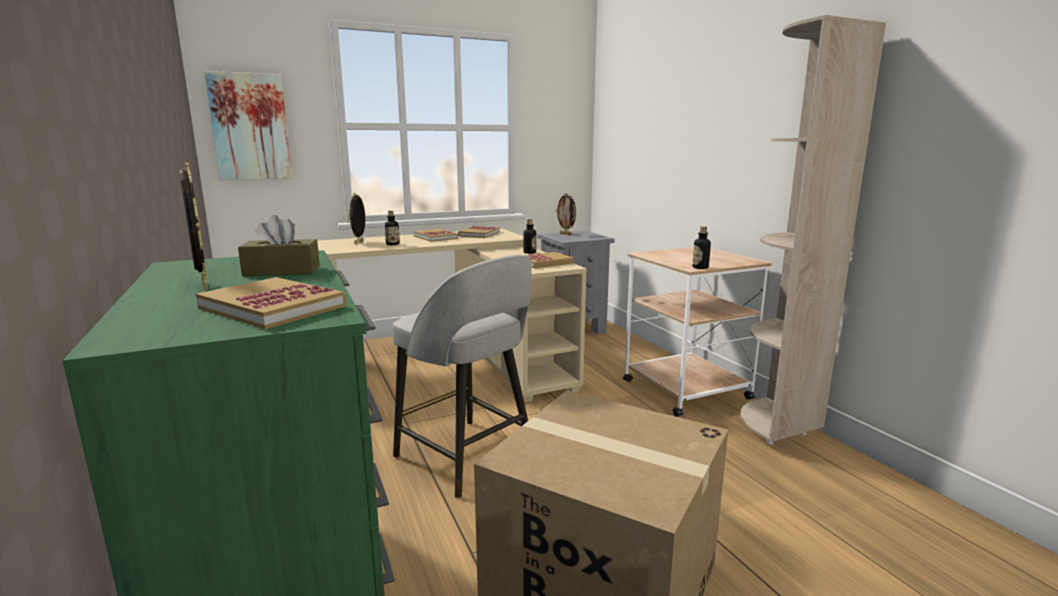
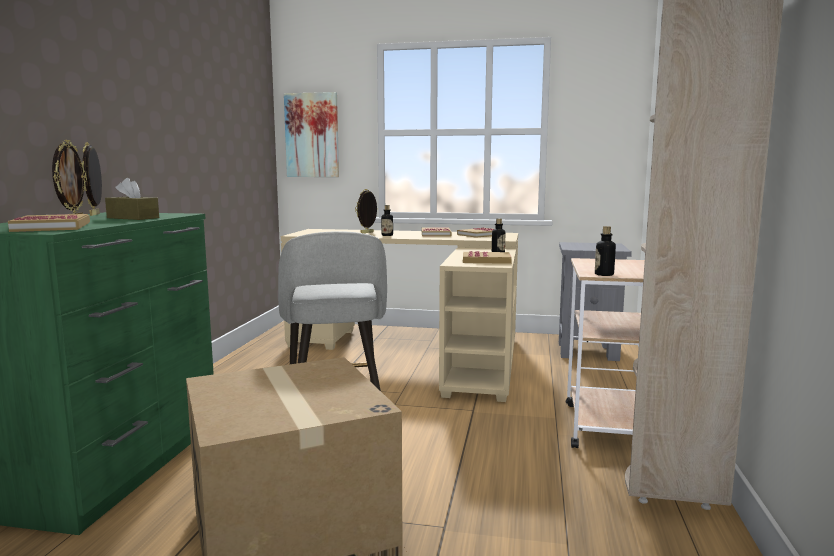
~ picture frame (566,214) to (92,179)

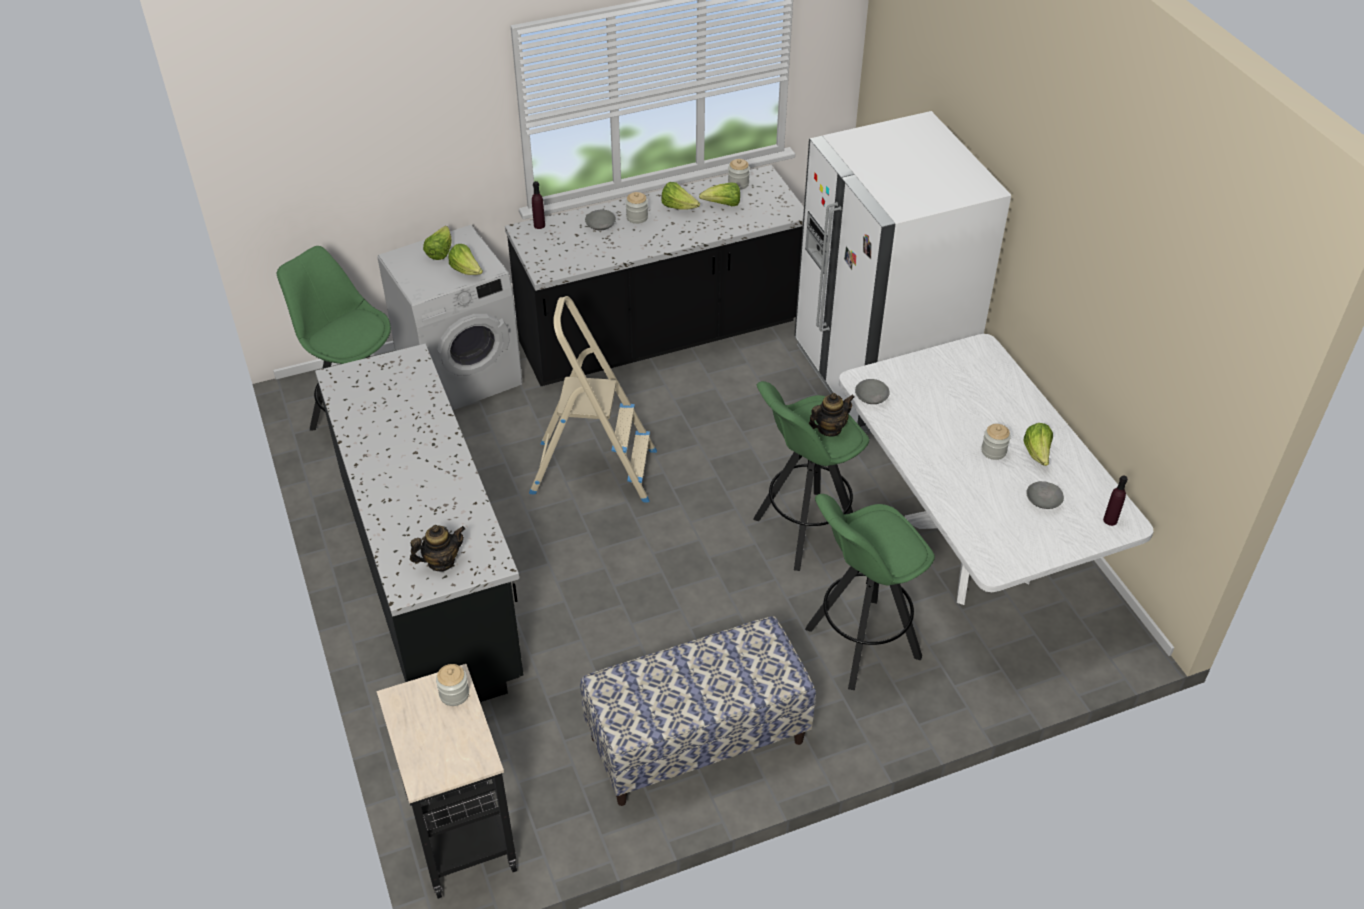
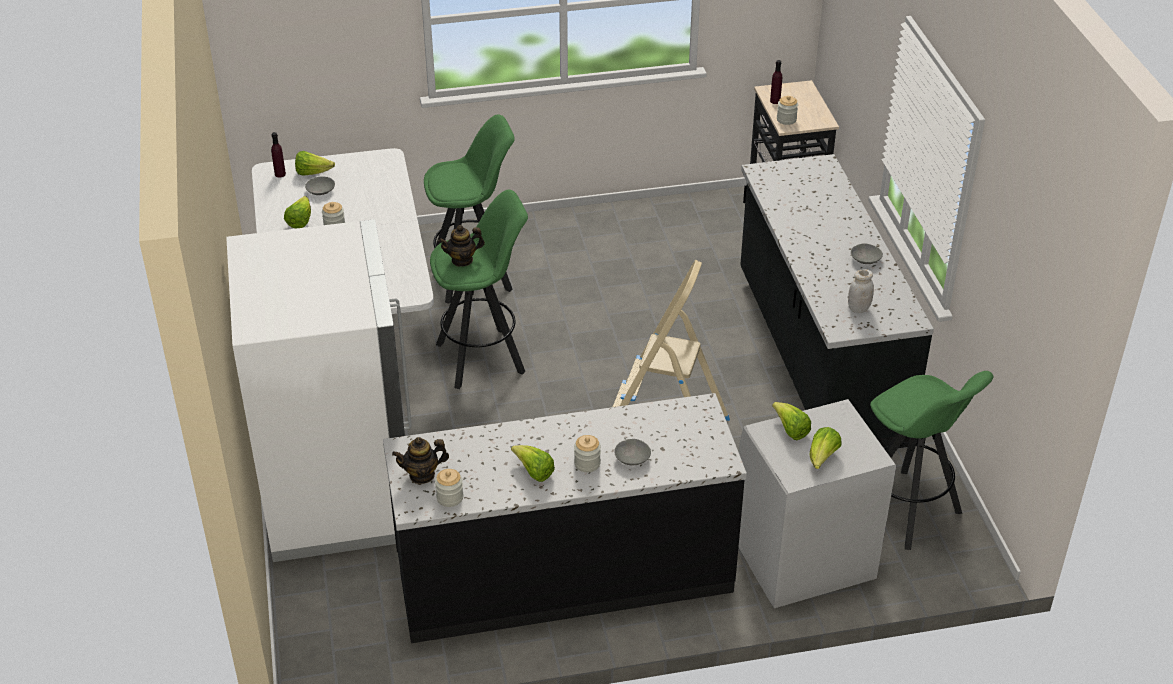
- bench (698,711)
+ white jar (861,291)
~ teapot (437,548) to (420,460)
~ purple bottle (538,205) to (776,82)
~ lettuce (719,194) to (315,163)
~ grey bowl (872,391) to (867,253)

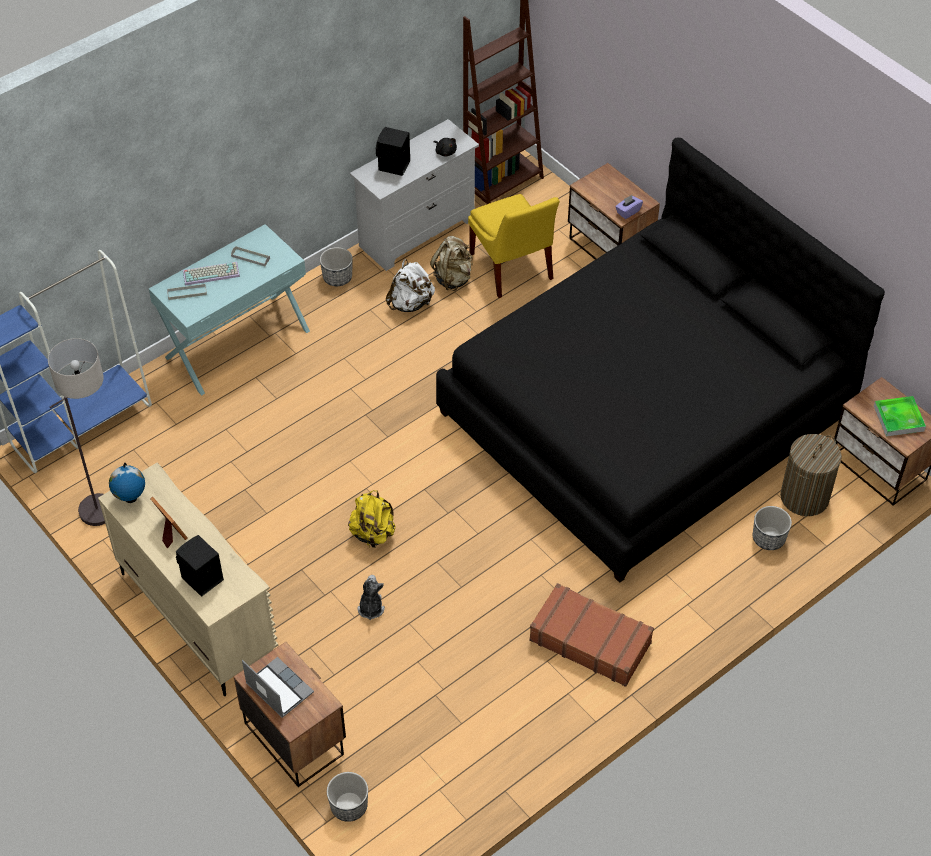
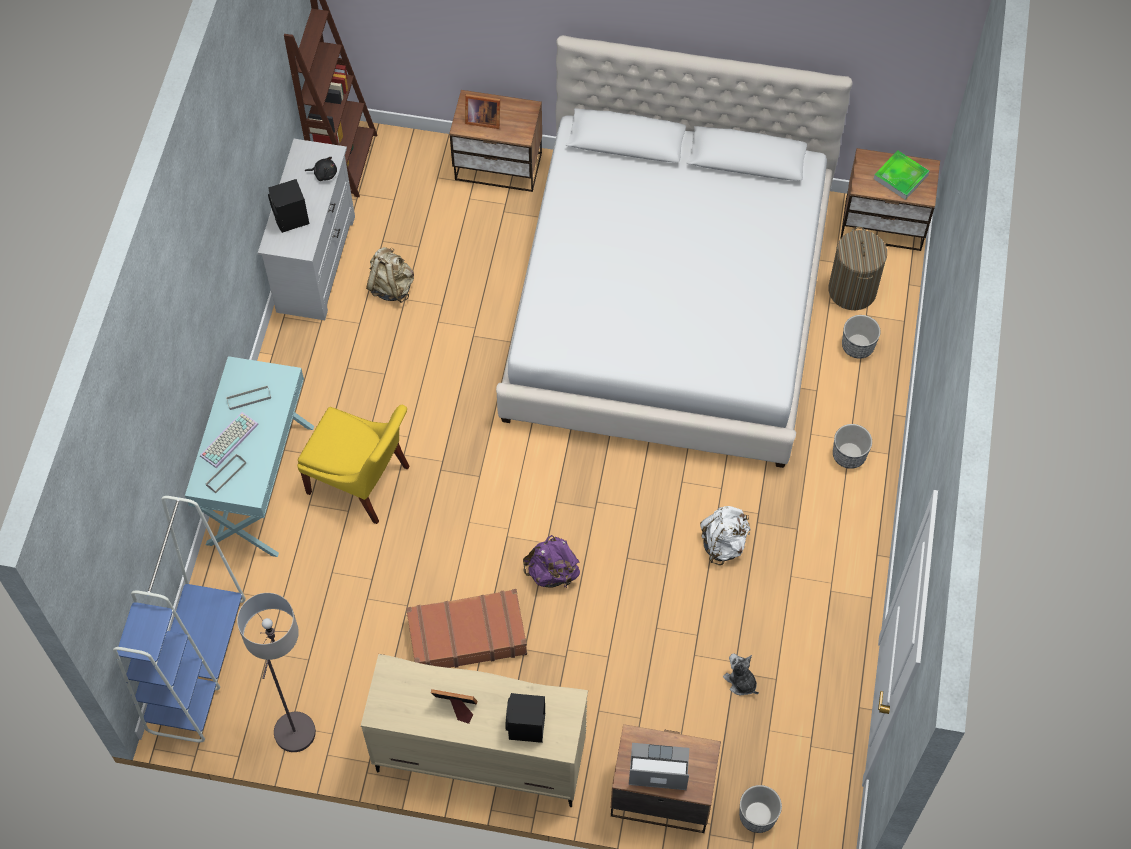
- globe (127,483)
- purple tissue box (629,207)
+ picture frame (482,111)
~ planter (336,266) to (852,446)
~ plush toy (371,597) to (741,674)
~ white backpack (410,285) to (725,535)
~ yellow chair (514,246) to (353,464)
~ brown suitcase (591,635) to (466,628)
~ yellow backpack (372,519) to purple backpack (551,561)
~ black bed (660,360) to white bed (674,251)

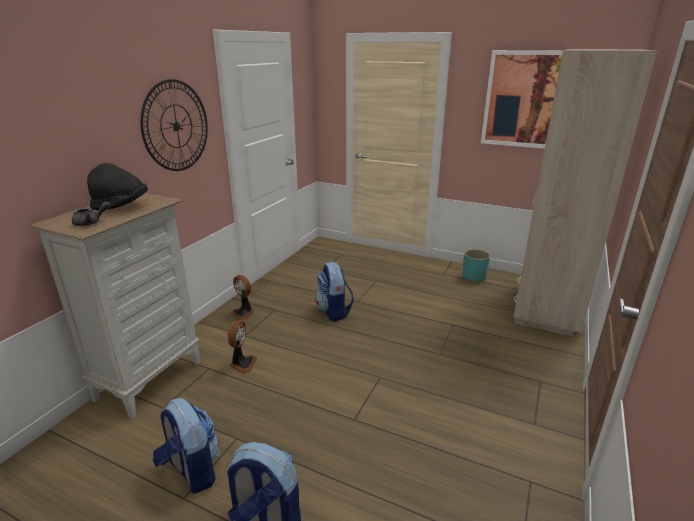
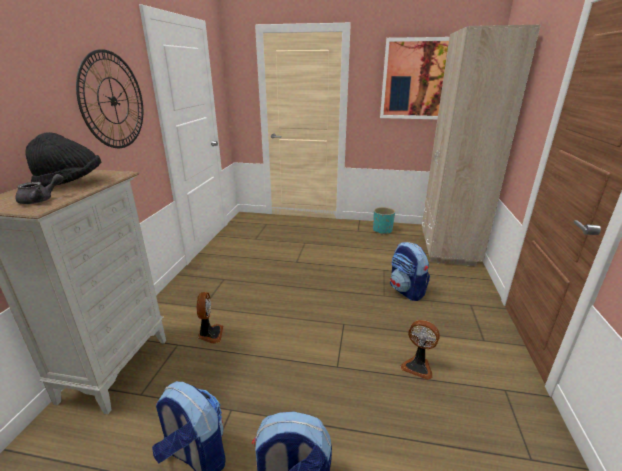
~ fan (242,297) to (420,350)
~ backpack (334,292) to (410,271)

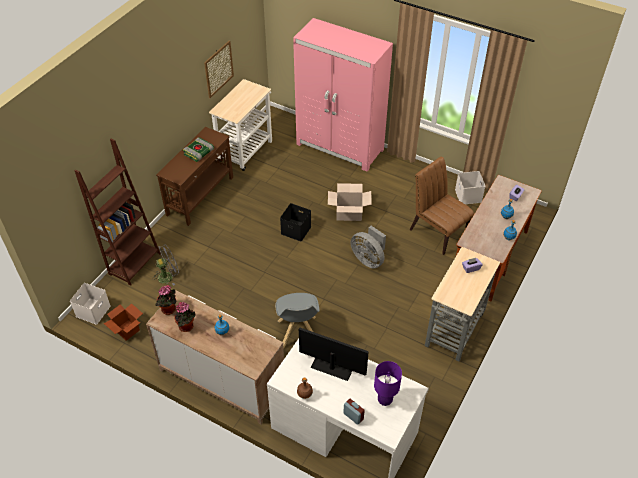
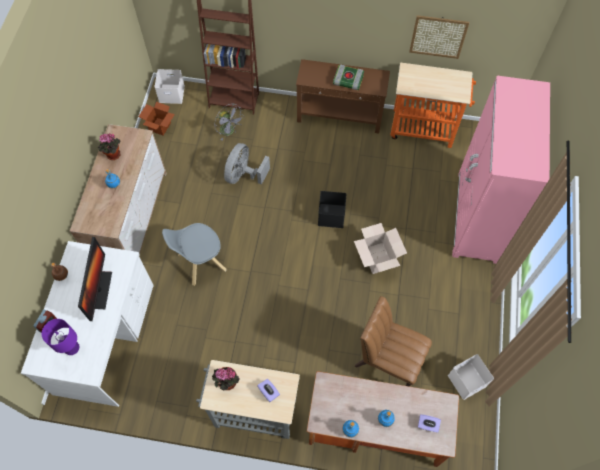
~ potted plant (165,300) to (226,378)
~ grey fan (368,247) to (247,164)
~ white cart (240,125) to orange cart (433,105)
~ brown chair (442,206) = (393,341) 90 degrees counterclockwise

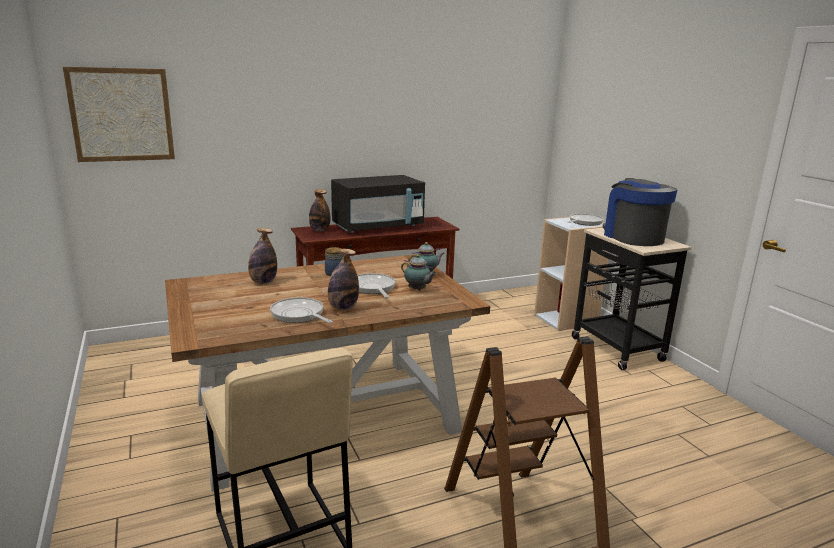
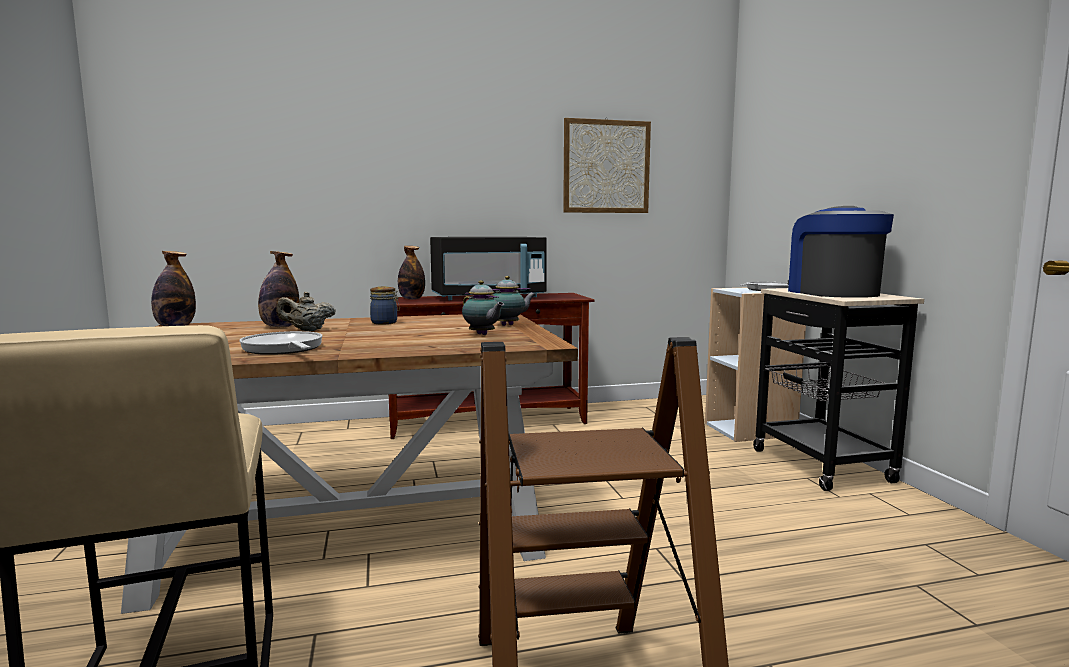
- frying pan (376,285)
+ beige teapot (306,311)
~ picture (119,113) to (607,165)
~ bottle (343,279) to (173,288)

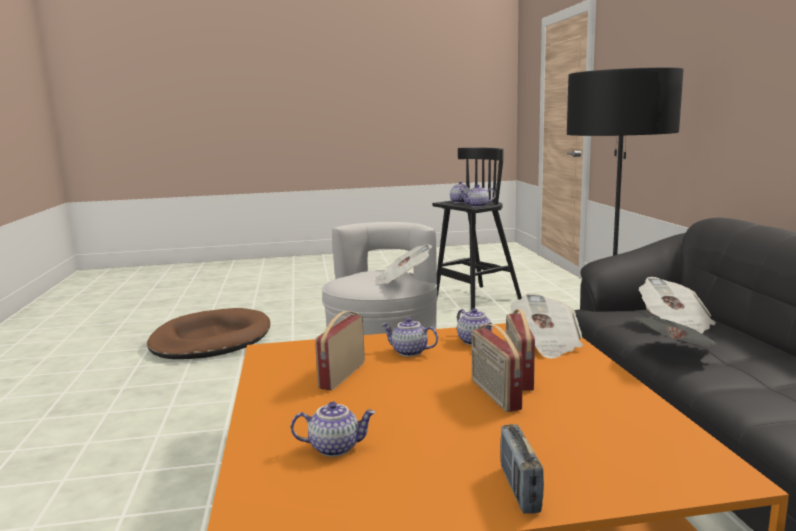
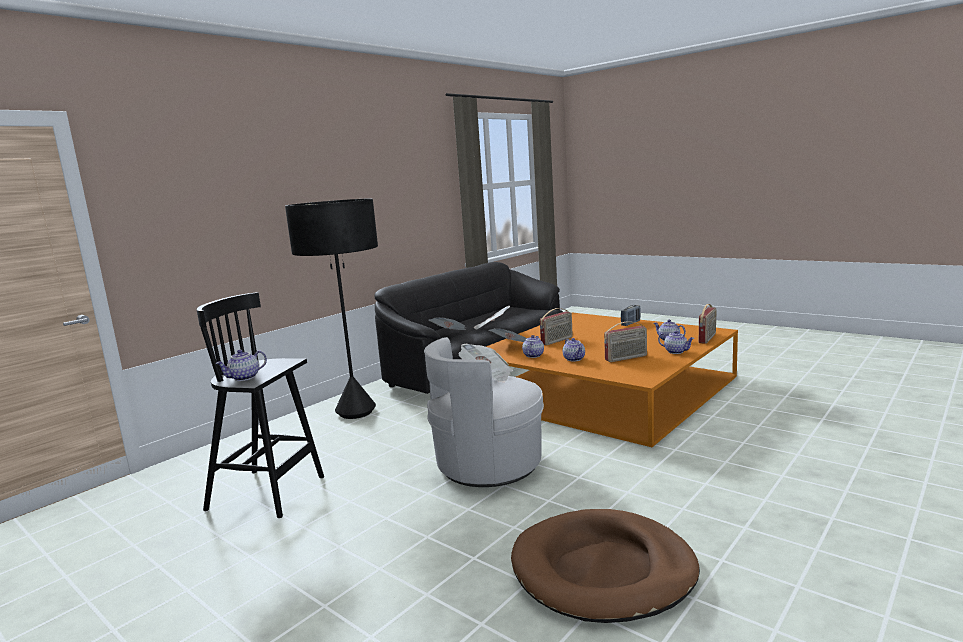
~ teapot (478,195) to (676,342)
~ radio (497,368) to (707,324)

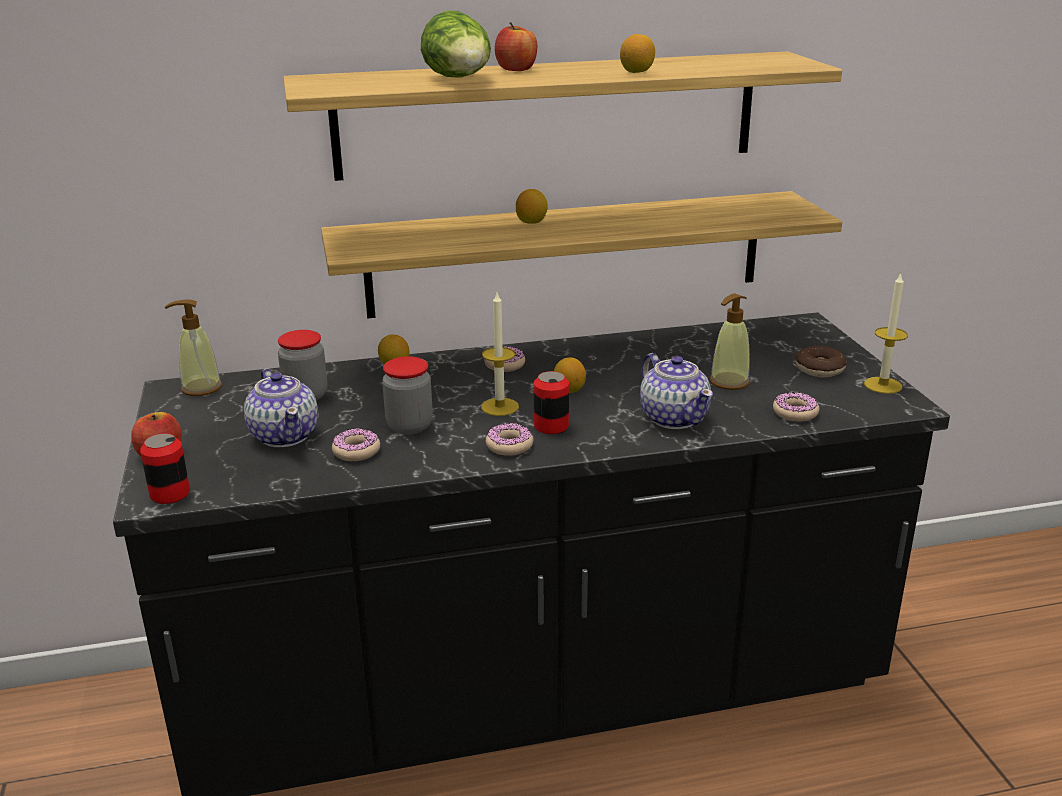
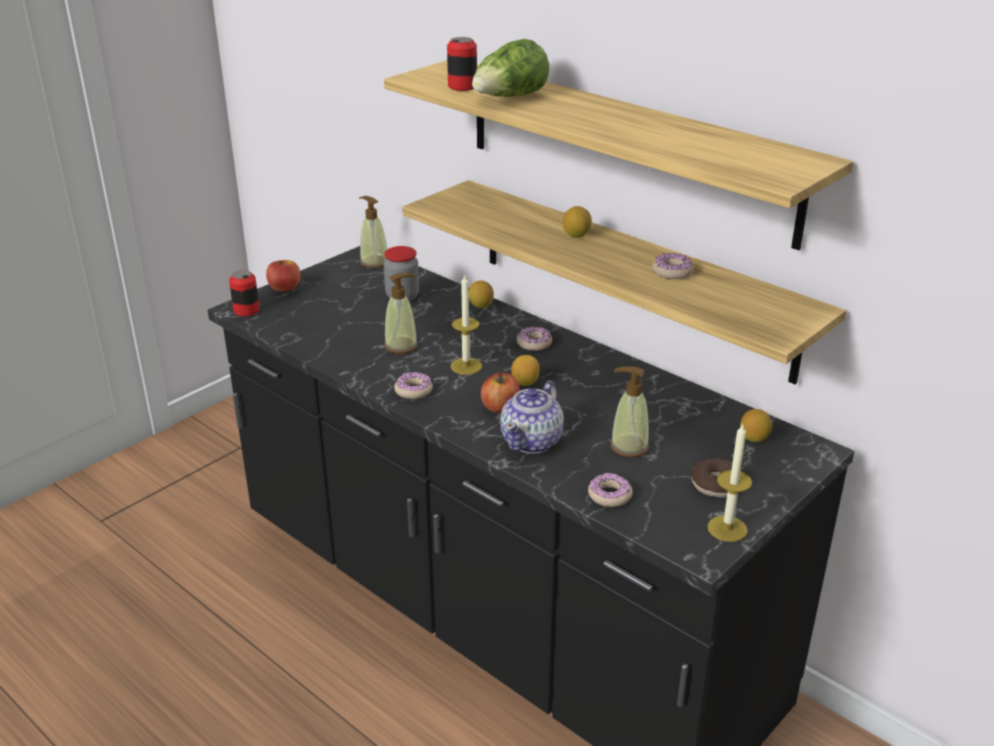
- teapot (281,408)
~ donut (356,444) to (673,266)
~ apple (516,46) to (500,392)
~ can (551,402) to (462,64)
~ lemon (637,53) to (756,425)
~ jar (407,395) to soap dispenser (401,313)

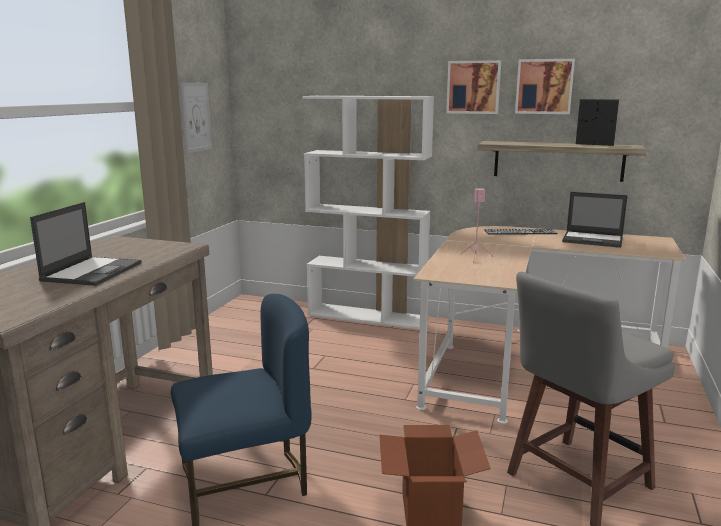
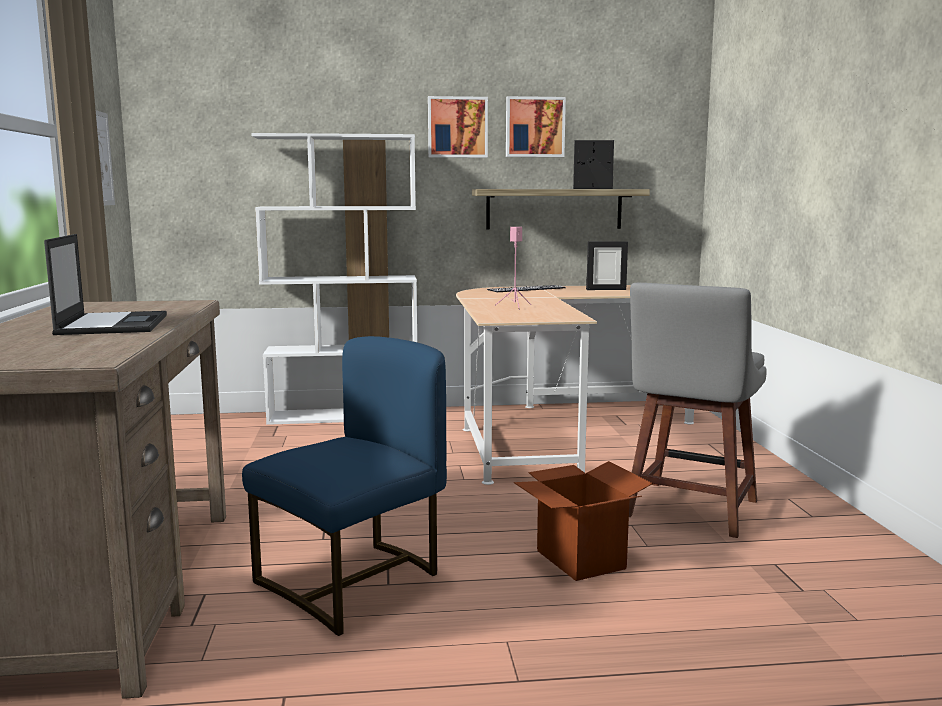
~ laptop (595,220) to picture frame (607,265)

